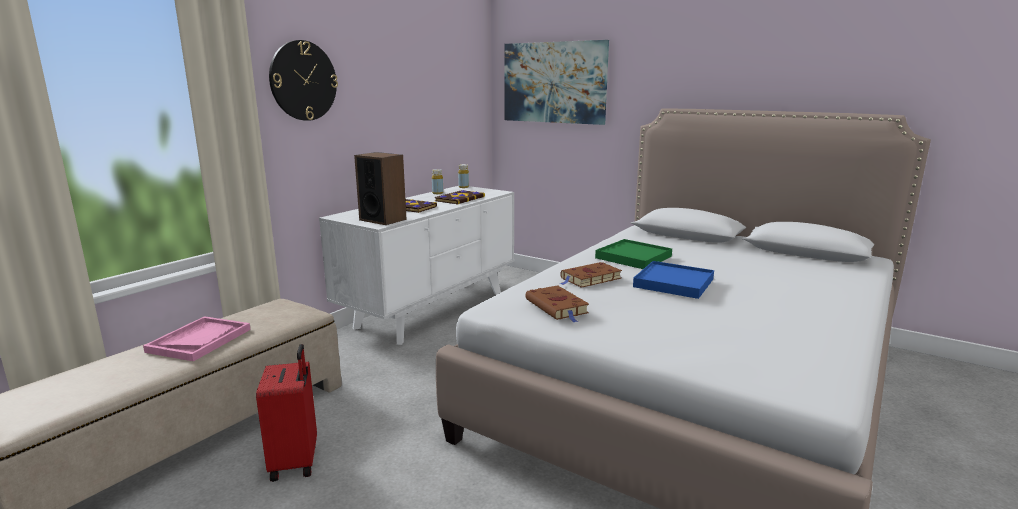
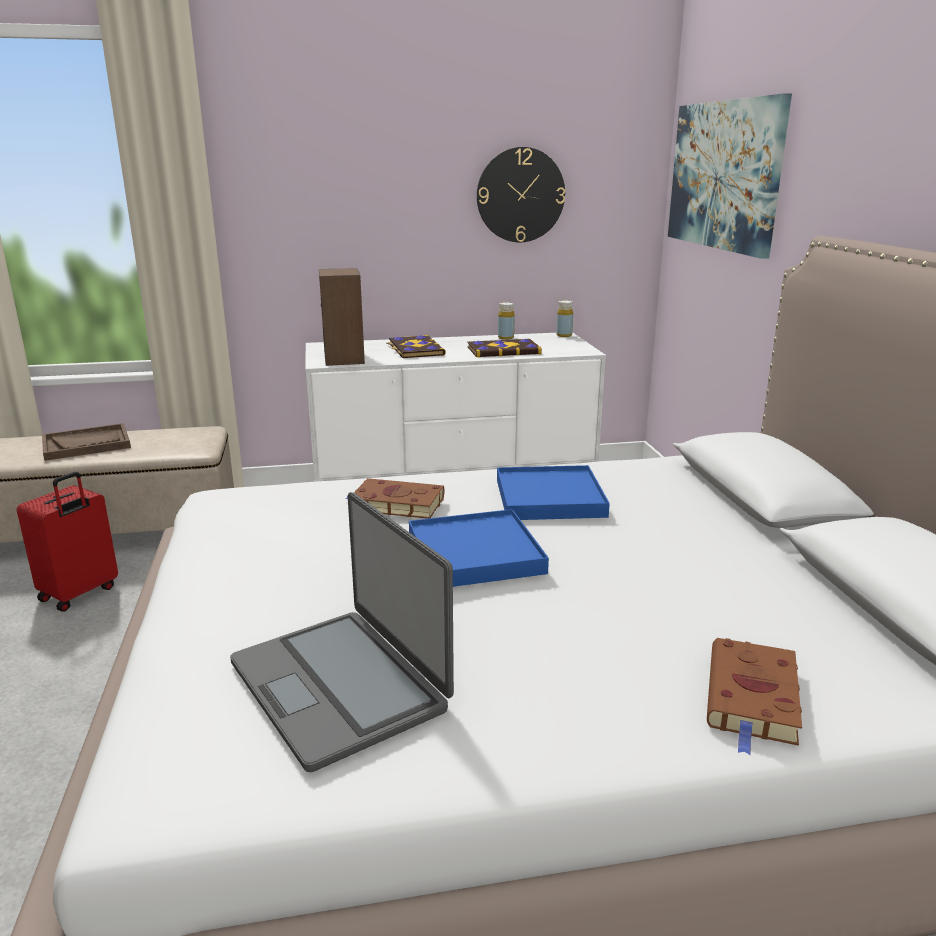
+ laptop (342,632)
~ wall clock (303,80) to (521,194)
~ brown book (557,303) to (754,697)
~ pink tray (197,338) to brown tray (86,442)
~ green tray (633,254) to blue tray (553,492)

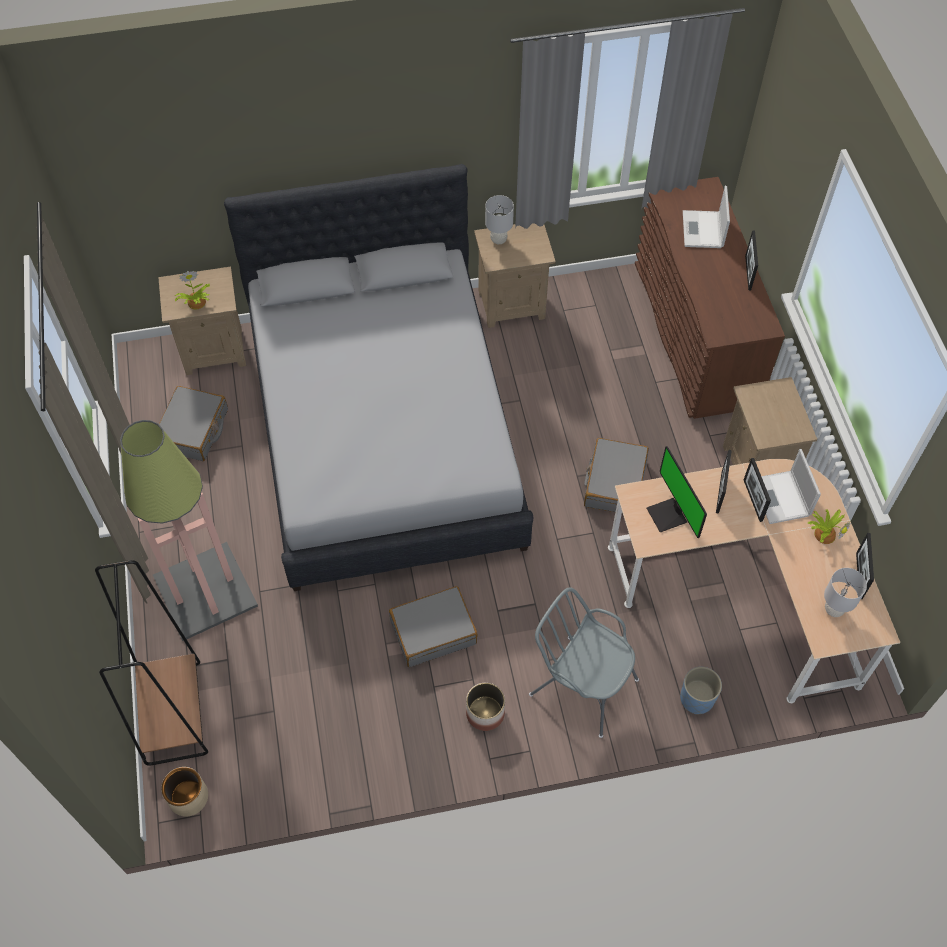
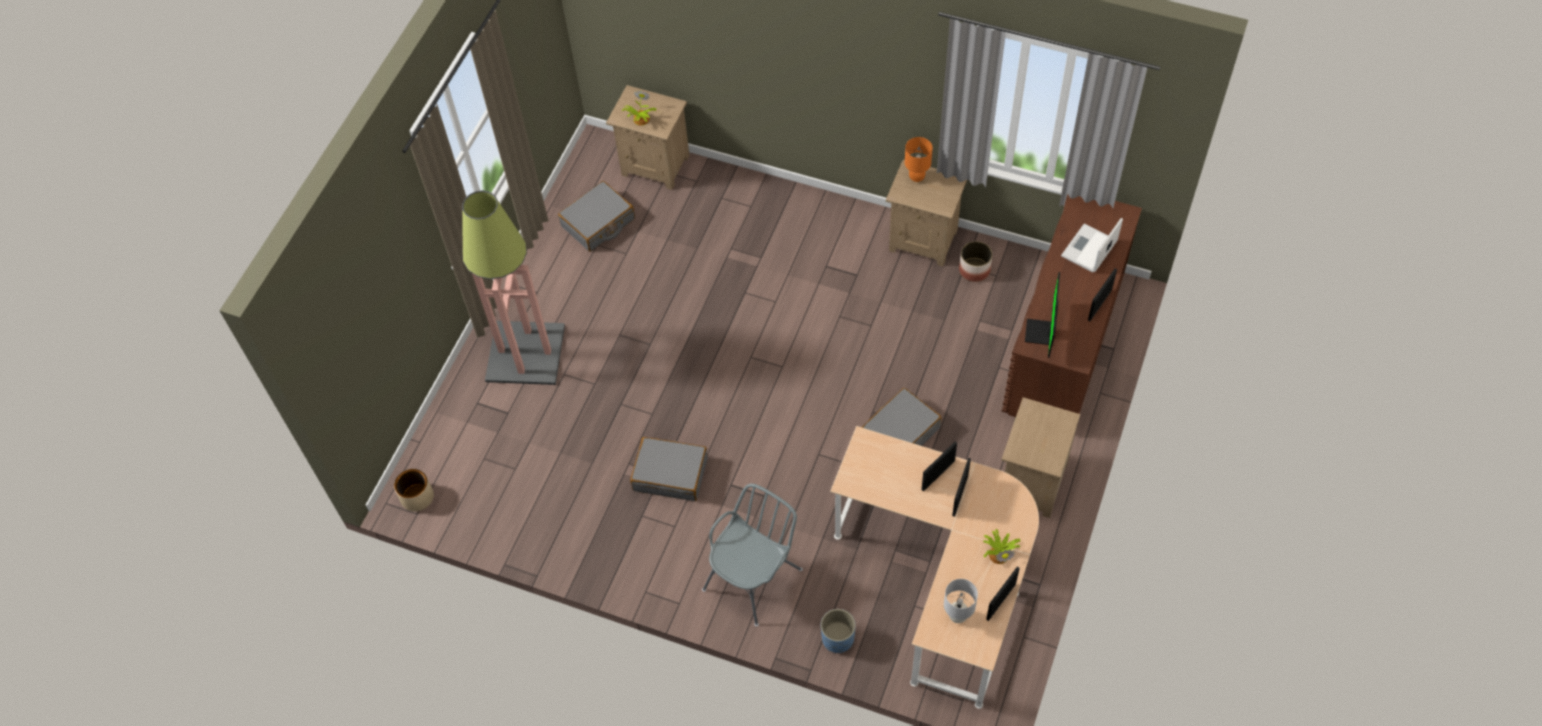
- clothes rack (151,662)
- grey bed (378,377)
- laptop (791,486)
~ planter (485,706) to (975,261)
~ monitor (677,492) to (1042,315)
~ grey table lamp (499,219) to orange table lamp (919,159)
~ grey chair (584,662) = (752,555) 60 degrees clockwise

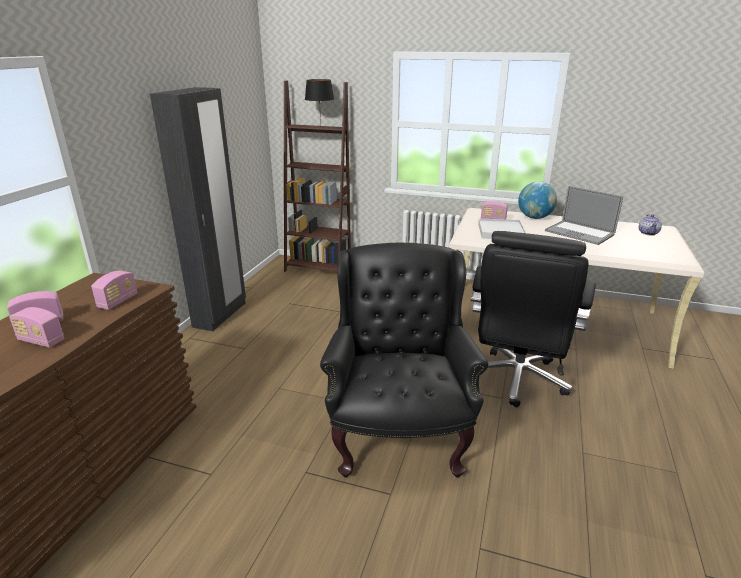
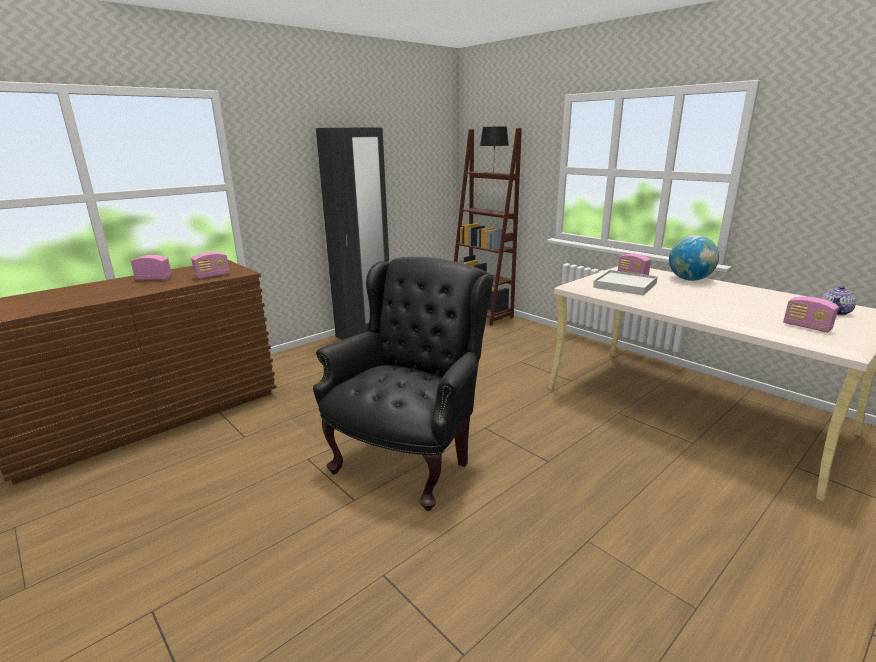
- black office chair (533,319)
- laptop (584,215)
~ radio (36,327) to (811,314)

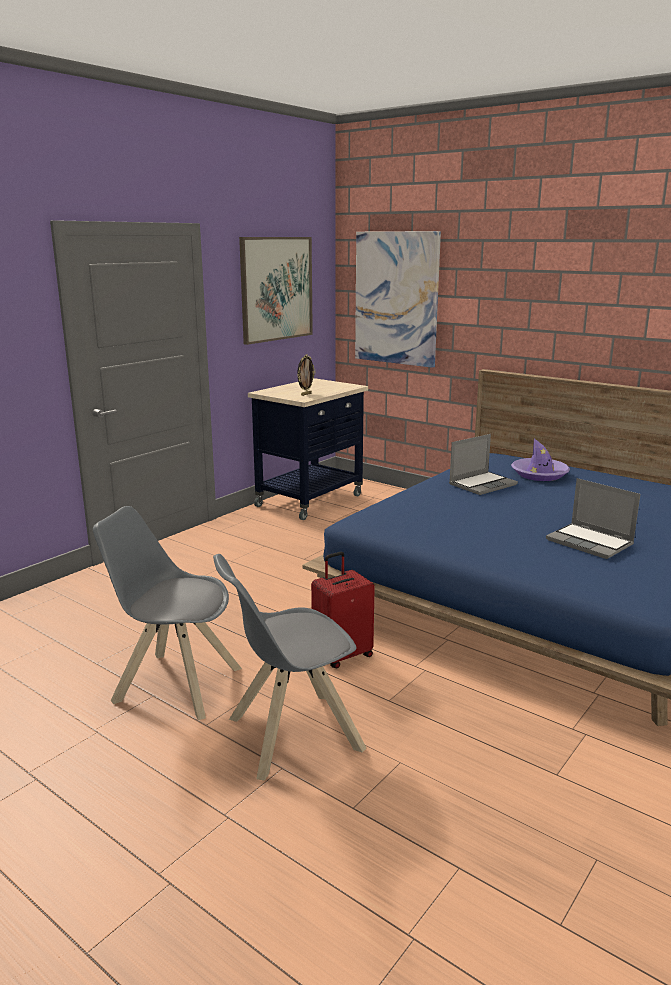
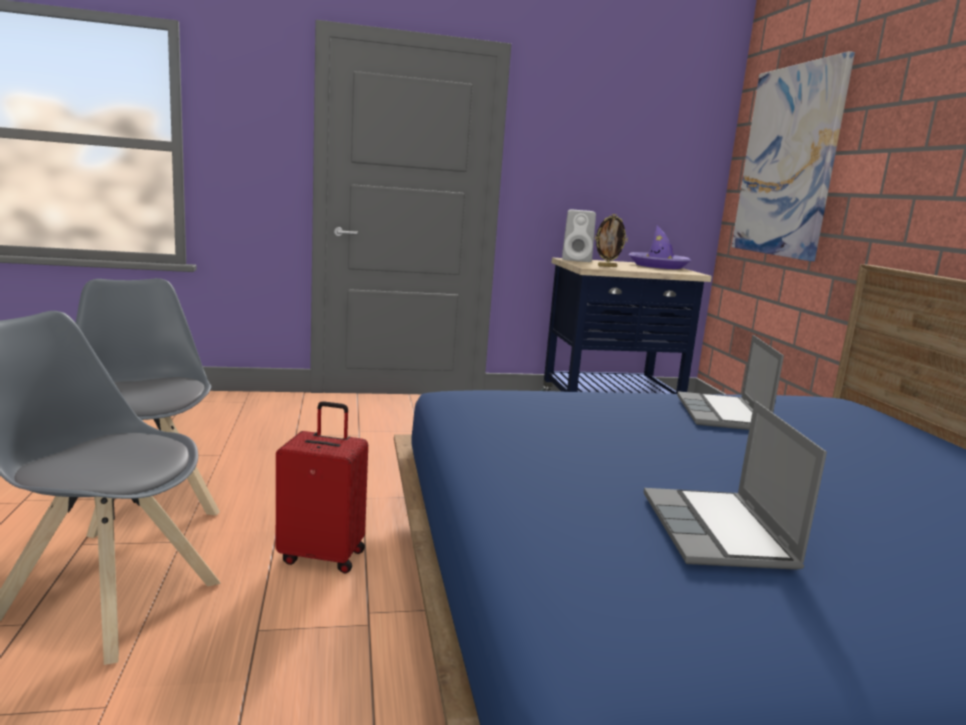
- picture (276,291)
+ white speaker (579,235)
~ purple hat (540,460) to (660,247)
~ laptop (483,464) = (730,382) 90 degrees clockwise

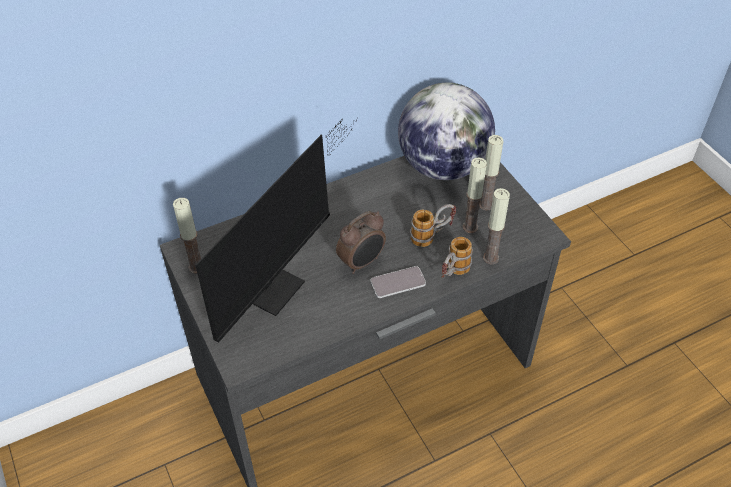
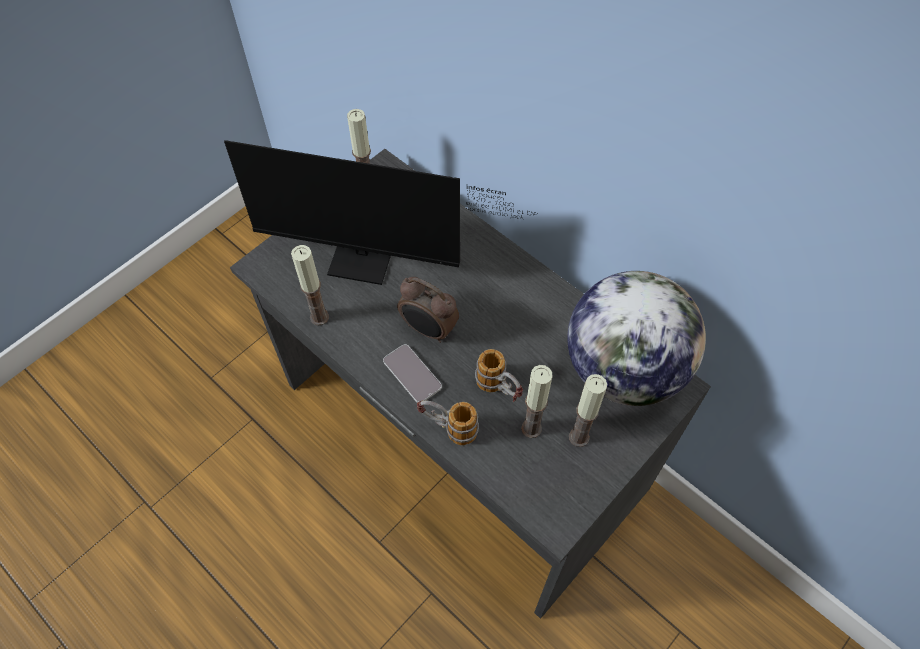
~ candle (496,226) to (310,285)

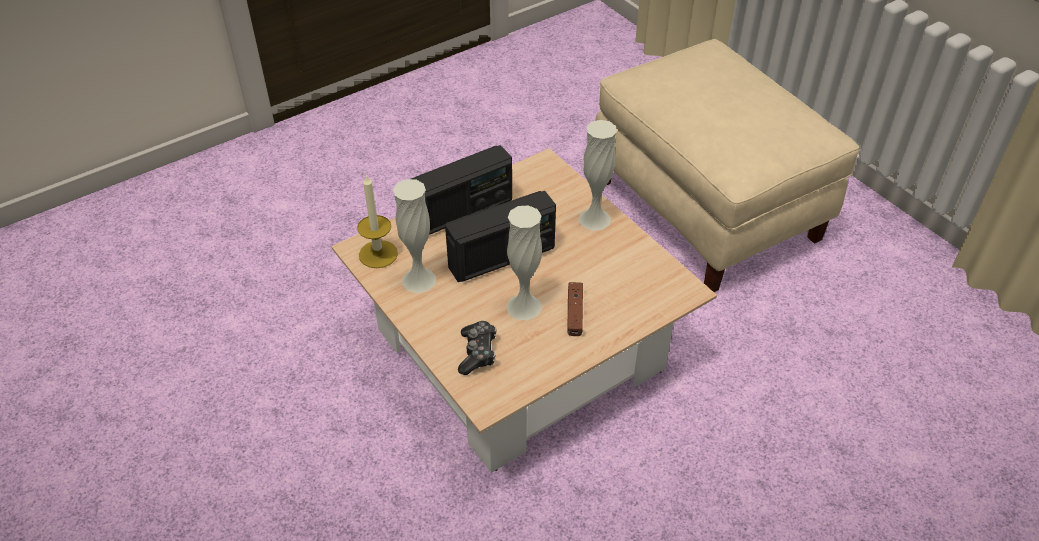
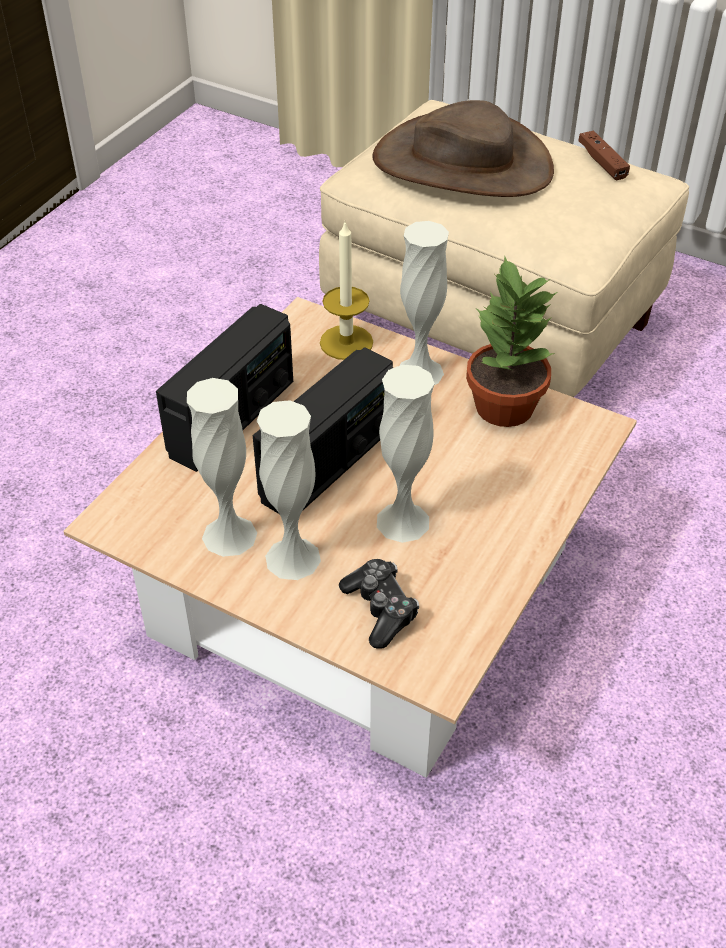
+ white vase (289,490)
+ brown hat (463,148)
+ potted plant (511,341)
~ candle (377,221) to (346,291)
~ brown game controller (575,309) to (604,155)

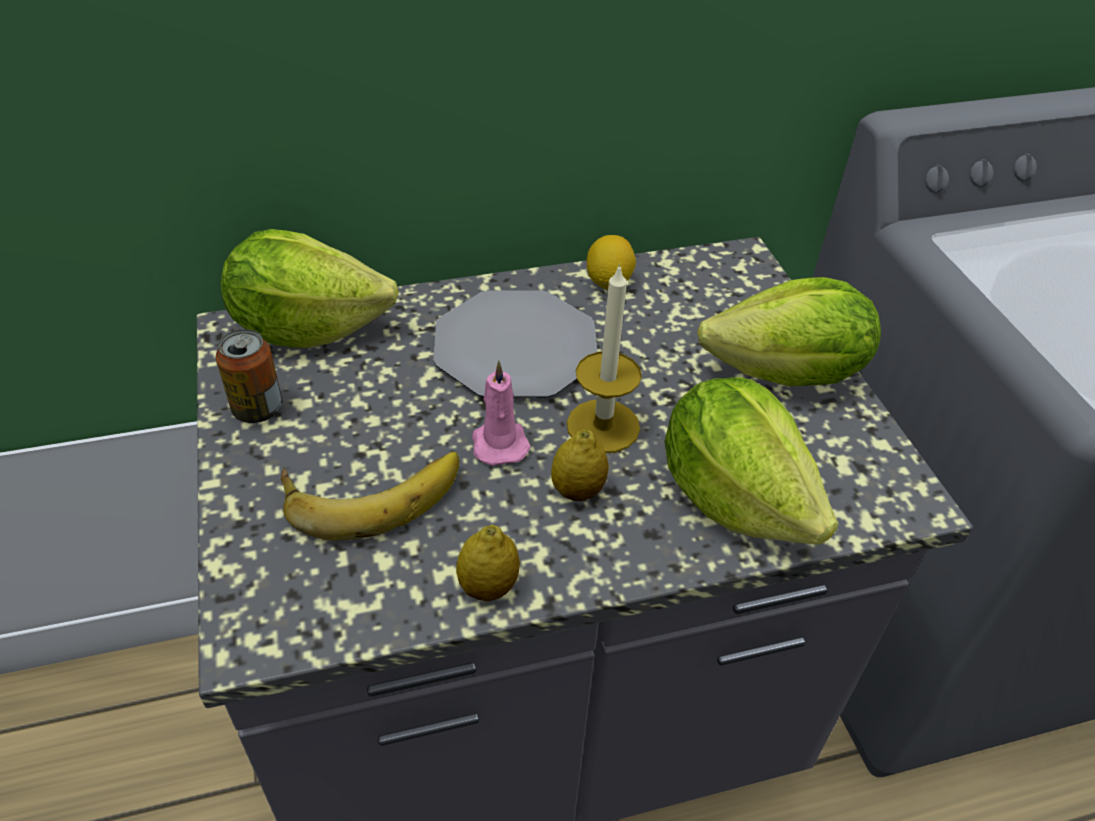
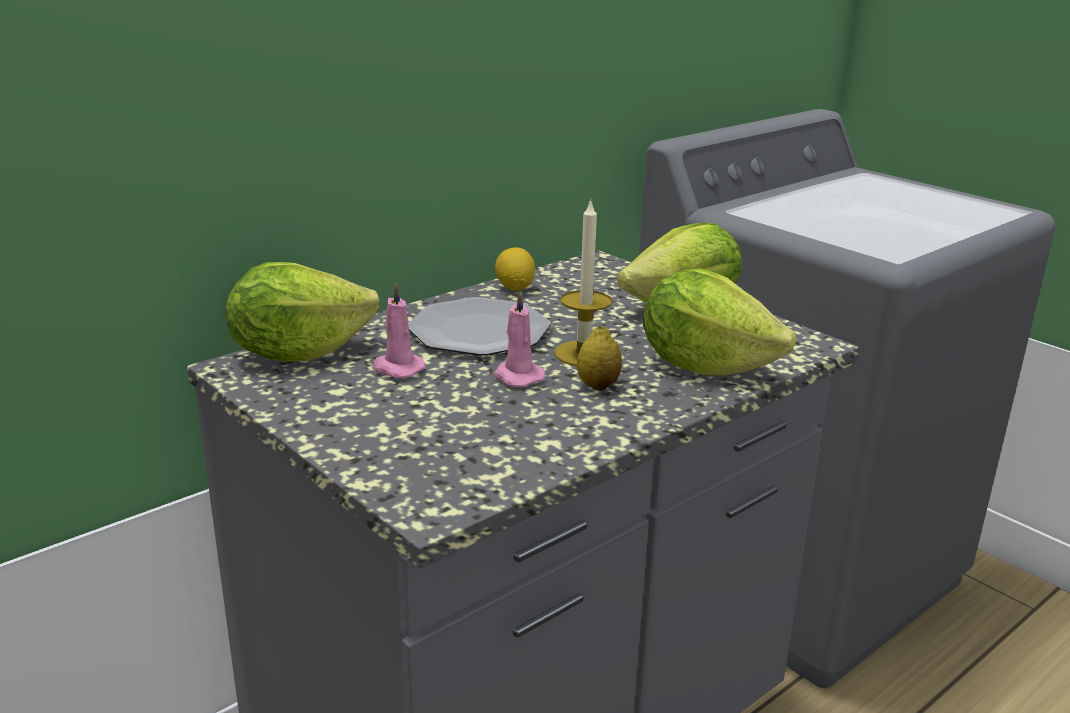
- can (249,376)
- banana (370,496)
- lemon (488,563)
+ pink candle (399,330)

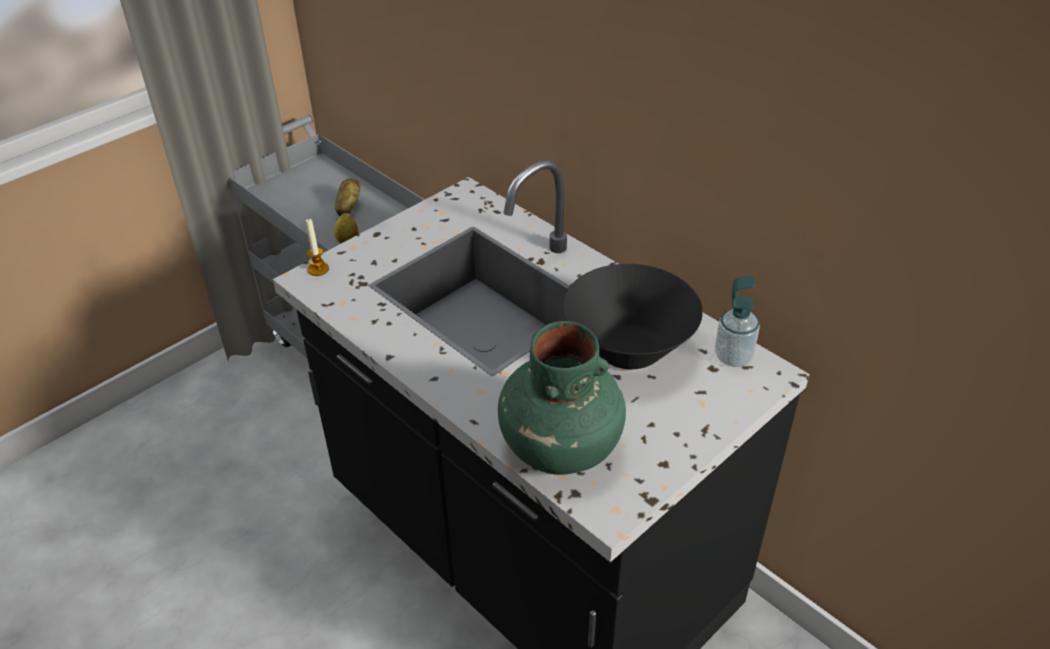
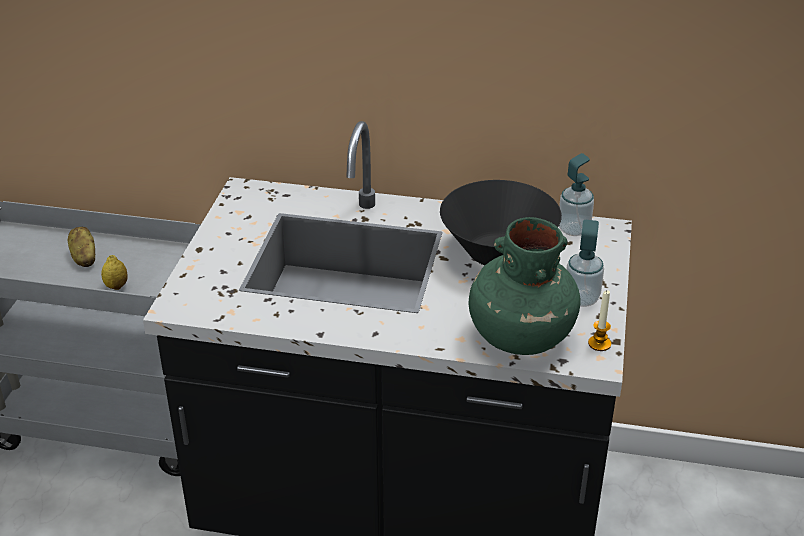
+ soap dispenser (585,263)
~ candle (317,247) to (599,320)

